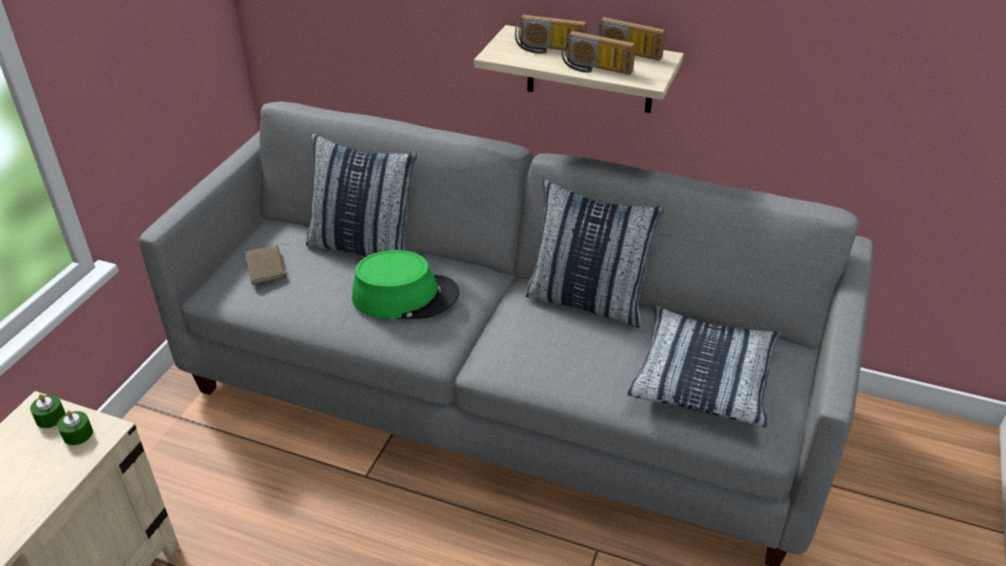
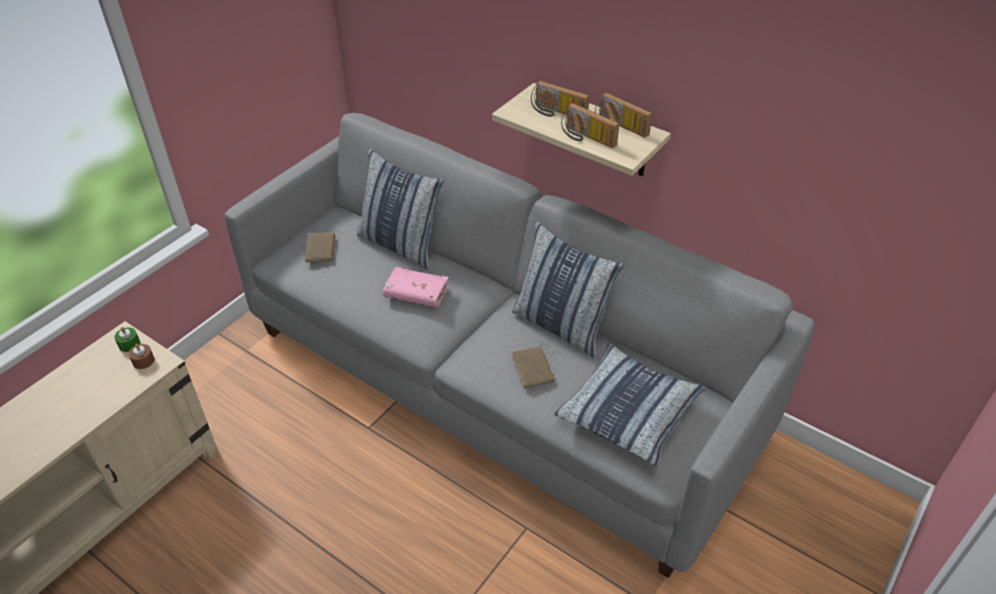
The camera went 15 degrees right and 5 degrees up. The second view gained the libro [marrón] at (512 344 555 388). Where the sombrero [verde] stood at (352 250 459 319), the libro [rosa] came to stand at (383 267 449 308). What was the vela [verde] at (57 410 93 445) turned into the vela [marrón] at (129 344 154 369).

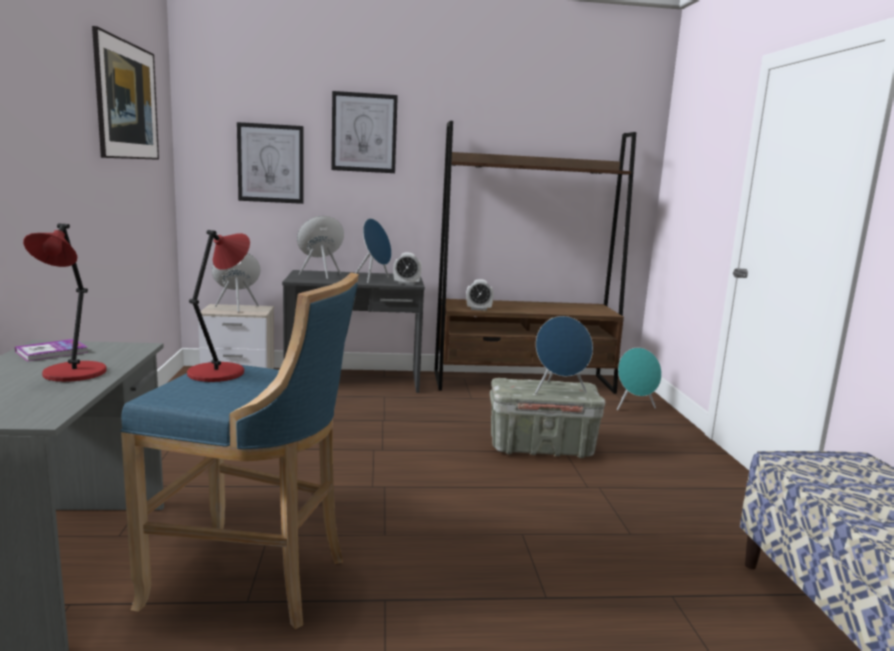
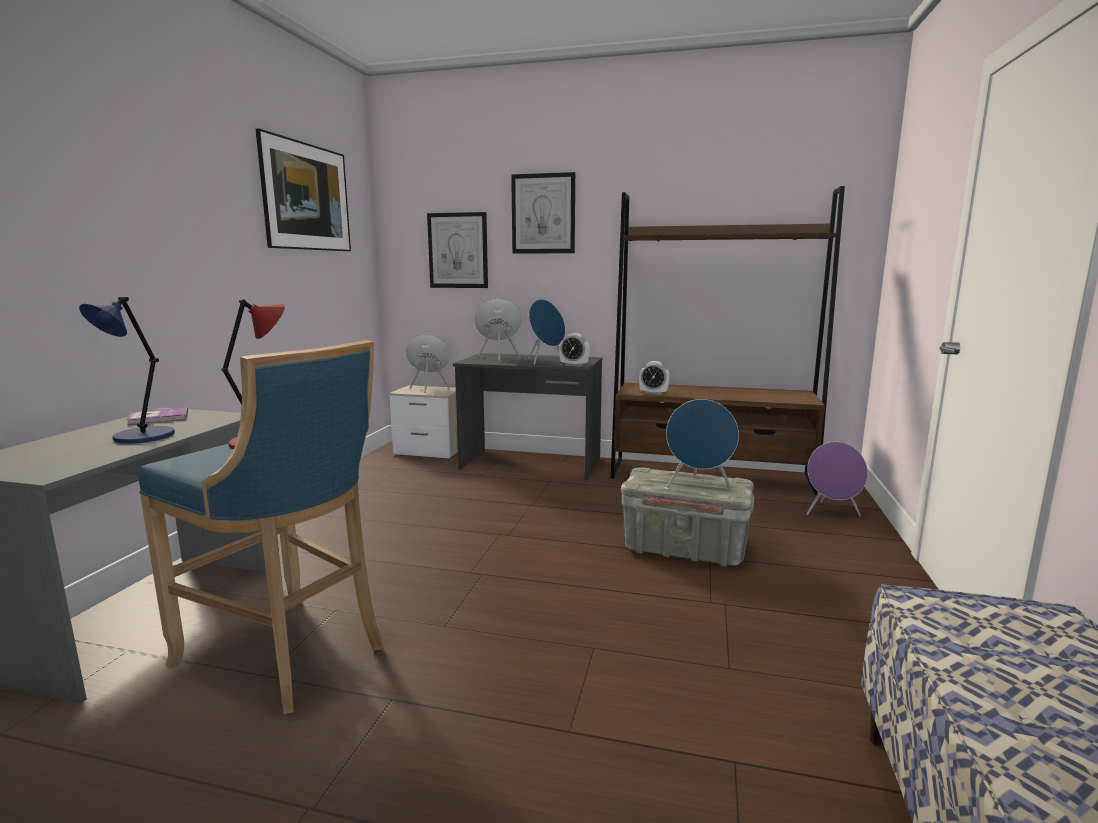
The camera went 20 degrees right and 0 degrees up. What was the lámpara de mesa [rojo] at (23 224 107 382) turned into the lámpara de mesa [azul] at (79 297 175 444). What was the altavoz [turquesa] at (617 348 662 411) turned into the altavoz [morado] at (806 442 868 516).

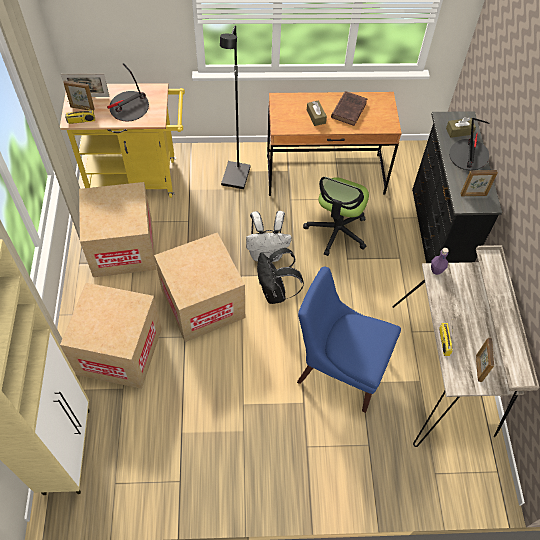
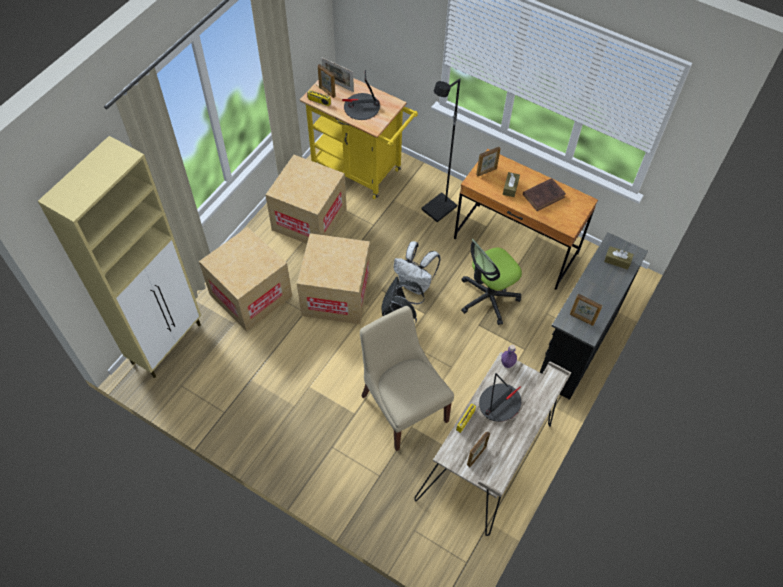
The camera went 35 degrees right and 0 degrees up. The second view gained the portarretratos at (476 147 501 176). The lámpara de mesa ended up elsewhere, having gone from (449 118 489 171) to (479 373 521 422). What was the silla [azul] at (297 267 401 413) turned into the silla [beis] at (360 306 454 451).

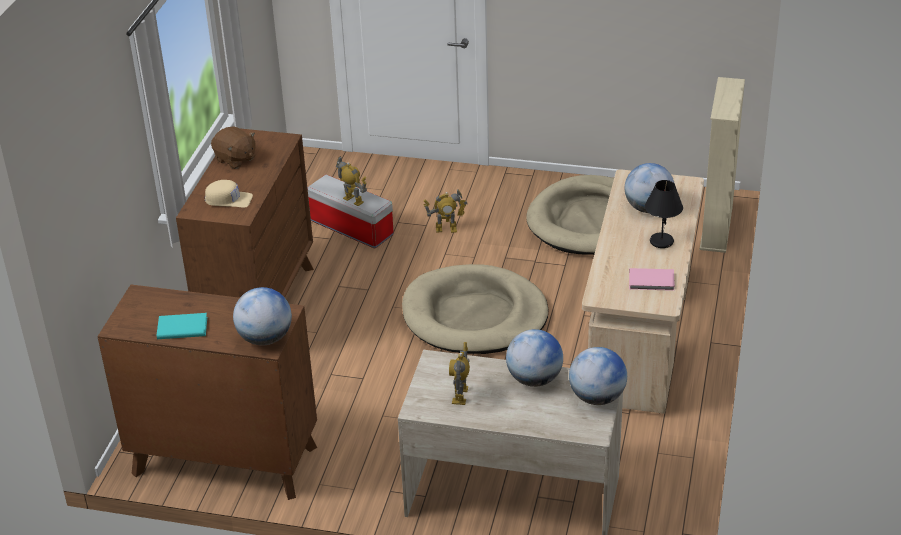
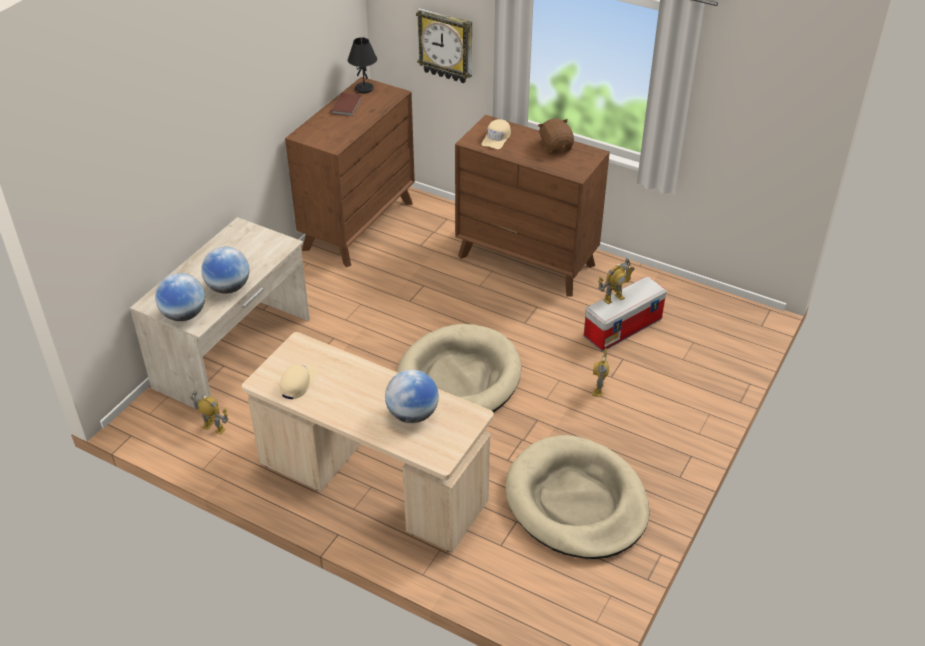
The camera went 105 degrees right and 5 degrees up. The second view lost the globo terráqueo at (233 287 292 346). The second view lost the estantería [beis] at (700 77 745 253). The second view gained the reloj de pared at (416 8 472 83). The robot de juguete ended up elsewhere, having gone from (449 342 470 405) to (190 391 229 434). The lámpara de mesa [negro] ended up elsewhere, having gone from (645 180 683 248) to (348 37 377 93). Where the libro [rosa] stood at (629 268 675 291), the gorra [beis] came to stand at (280 364 318 399). What was the libro [turquesa] at (157 313 207 339) turned into the libro [marrón] at (331 93 362 116). The peluche [marrón] at (211 126 256 169) ended up facing another way, 105 degrees clockwise from before.

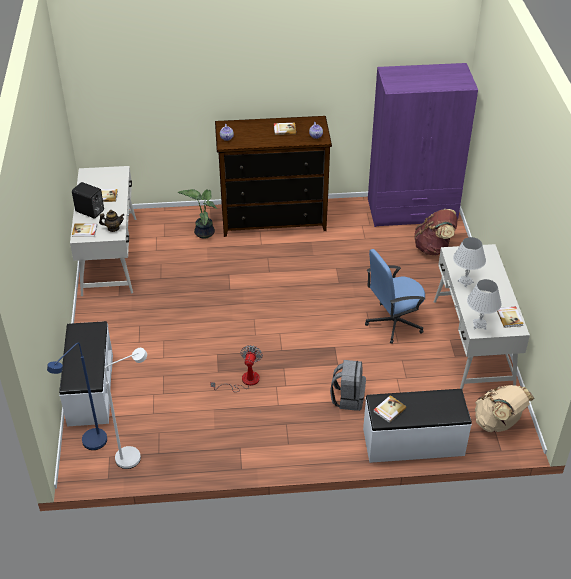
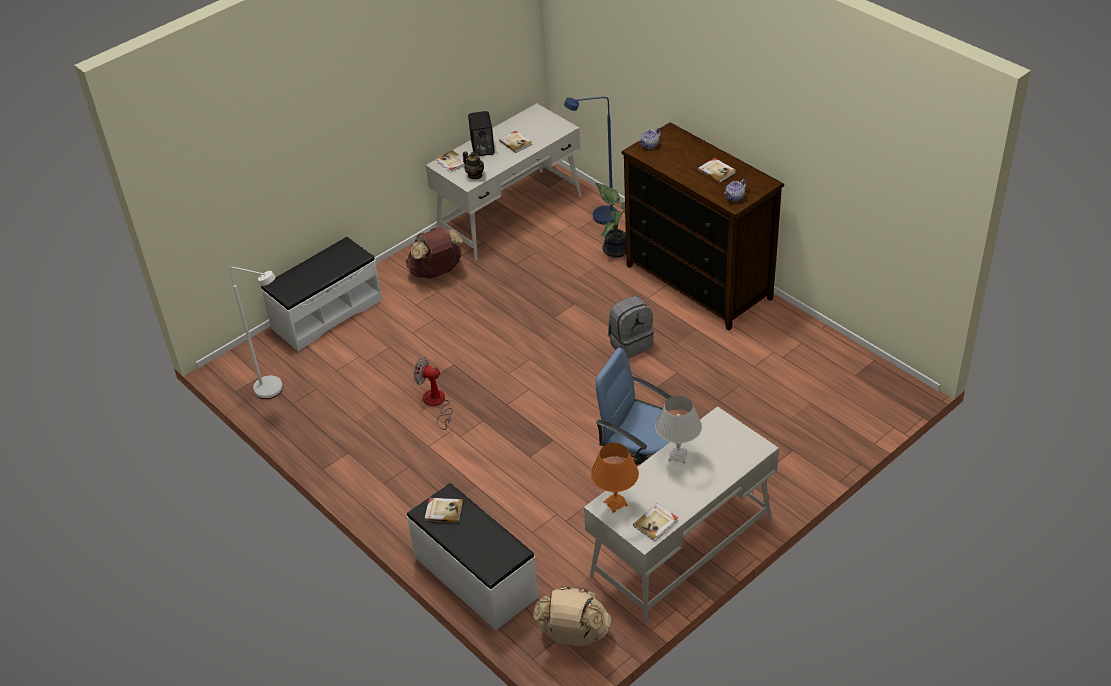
The camera went 55 degrees right and 0 degrees up. The second view lost the armario ropero [morado] at (368 63 478 227). The lámpara de pie [azul] ended up elsewhere, having gone from (47 342 107 450) to (564 97 617 225). The mochila [gris] ended up elsewhere, having gone from (330 360 366 411) to (608 296 654 359). The mochila [marrón] ended up elsewhere, having gone from (414 209 457 255) to (406 228 463 279). What was the lámpara de mesa [blanco] at (467 279 502 330) turned into the lámpara de mesa [naranja] at (591 443 639 513). The ventilador at (210 345 263 392) ended up facing another way, 135 degrees counterclockwise from before.

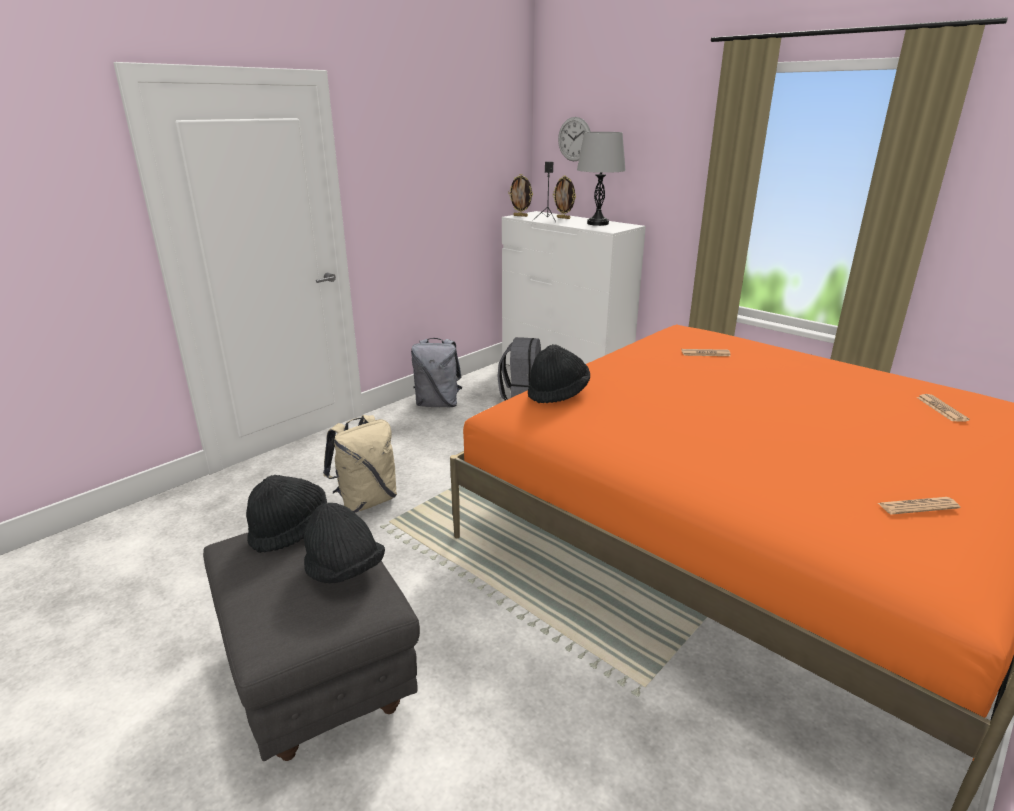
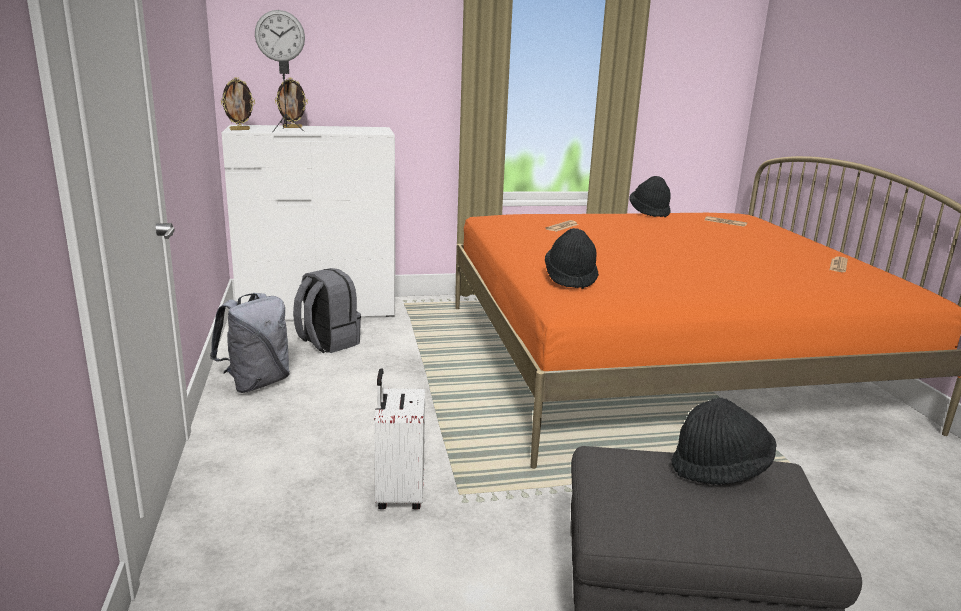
The camera went 55 degrees left and 5 degrees down. The second view lost the lámpara de mesa [gris] at (577 132 626 226). The sombrero [negro] ended up elsewhere, having gone from (246 475 327 553) to (629 176 671 217). Where the mochila [beis] stood at (323 415 397 513), the maleta [blanco] came to stand at (374 368 425 509).

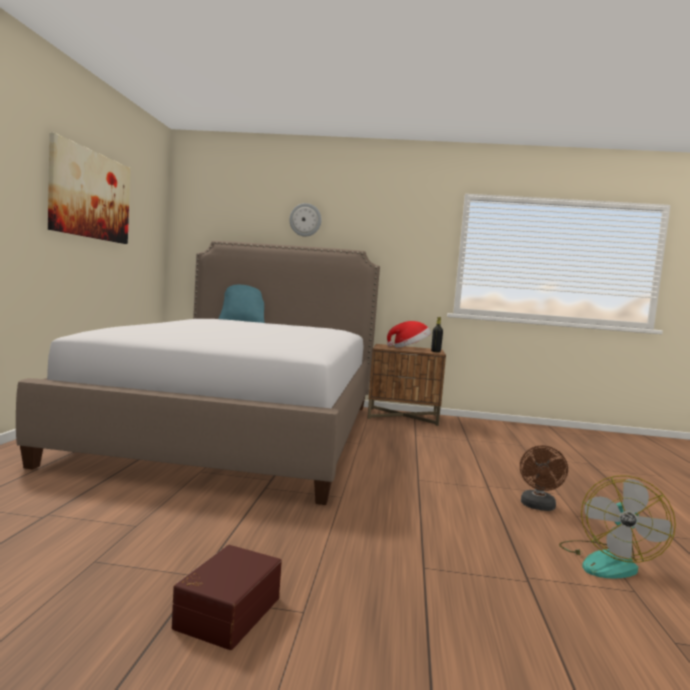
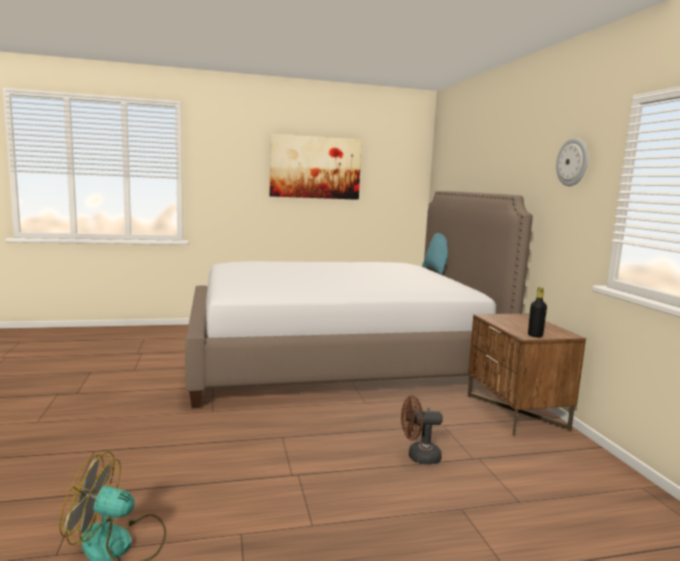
The camera went 70 degrees right and 5 degrees up. The second view lost the caja de almacenaje [marrón] at (172 545 282 650). The second view lost the sombrero at (387 321 431 348). The reloj de pared ended up elsewhere, having gone from (289 203 322 236) to (556 138 588 186). The ventilador [marrón] ended up elsewhere, having gone from (520 445 568 511) to (401 396 443 465).

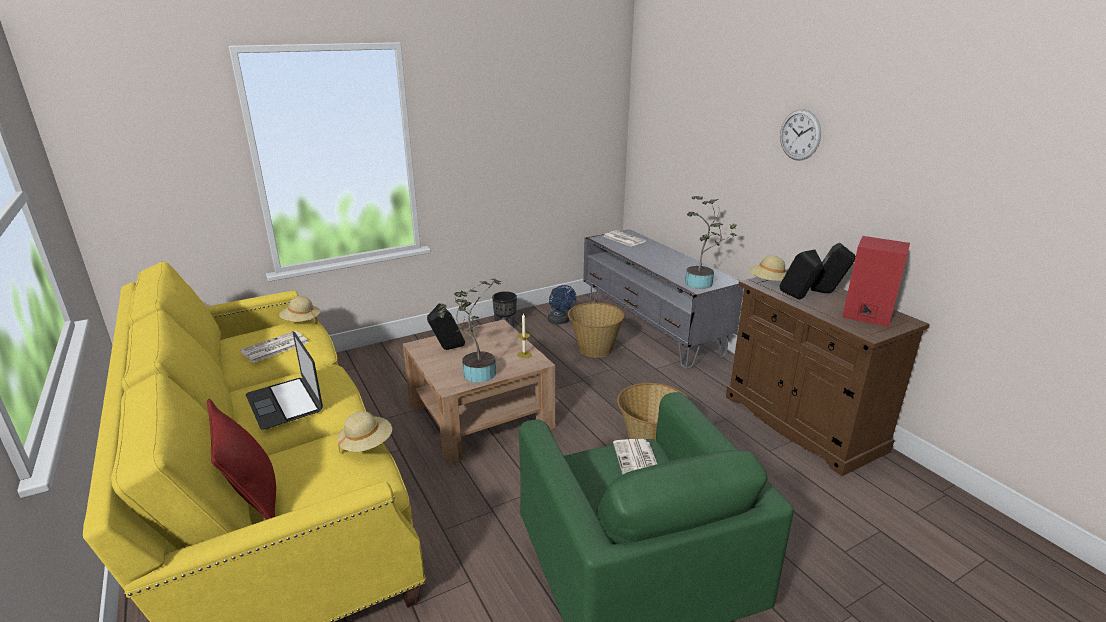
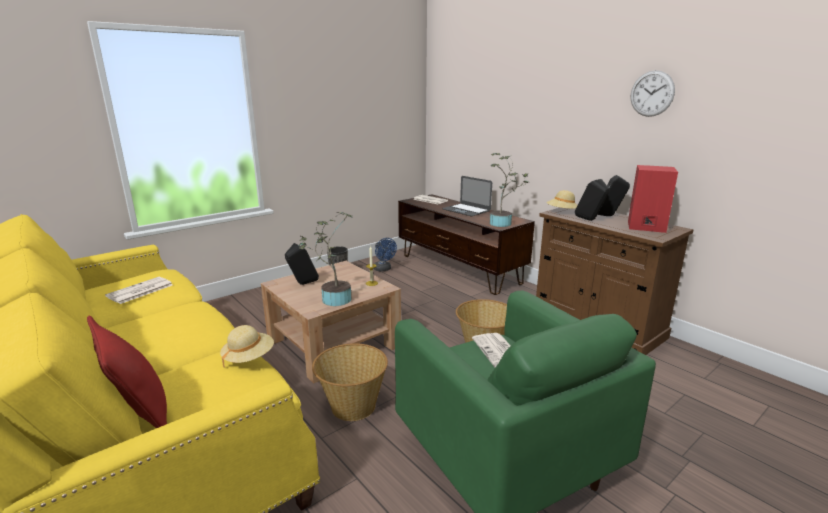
The camera went 10 degrees left and 5 degrees down. The second view lost the sombrero [beis] at (279 296 320 324). The portátil ended up elsewhere, having gone from (246 331 323 430) to (442 176 492 216). The cesta ended up elsewhere, having gone from (568 303 624 358) to (312 343 388 421). The reloj de pared ended up elsewhere, having gone from (780 109 821 161) to (631 70 675 117). What was the mueble de televisión [gris] at (583 229 744 369) turned into the mueble de televisión [marrón] at (398 194 535 295).

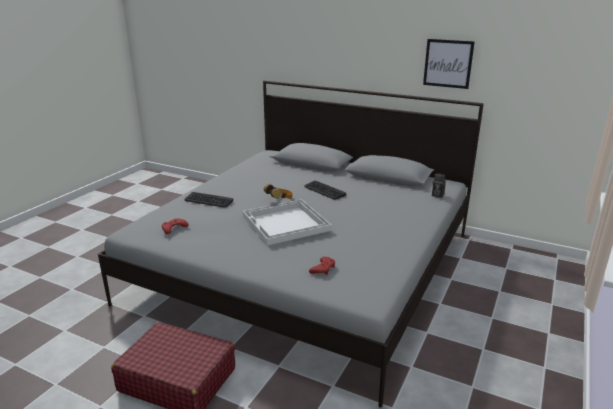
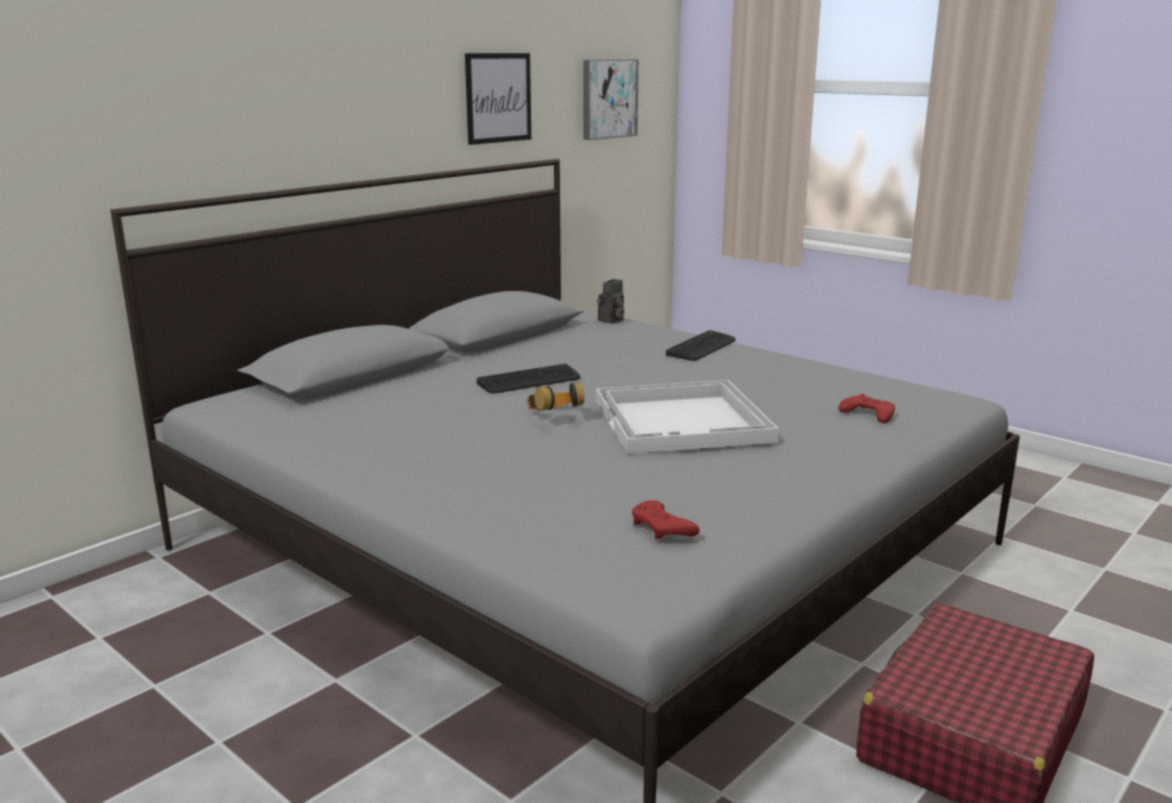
The camera went 75 degrees left and 5 degrees down. The second view gained the cuadro at (583 59 639 140). The teclado ended up elsewhere, having gone from (185 192 233 207) to (666 330 736 361).

